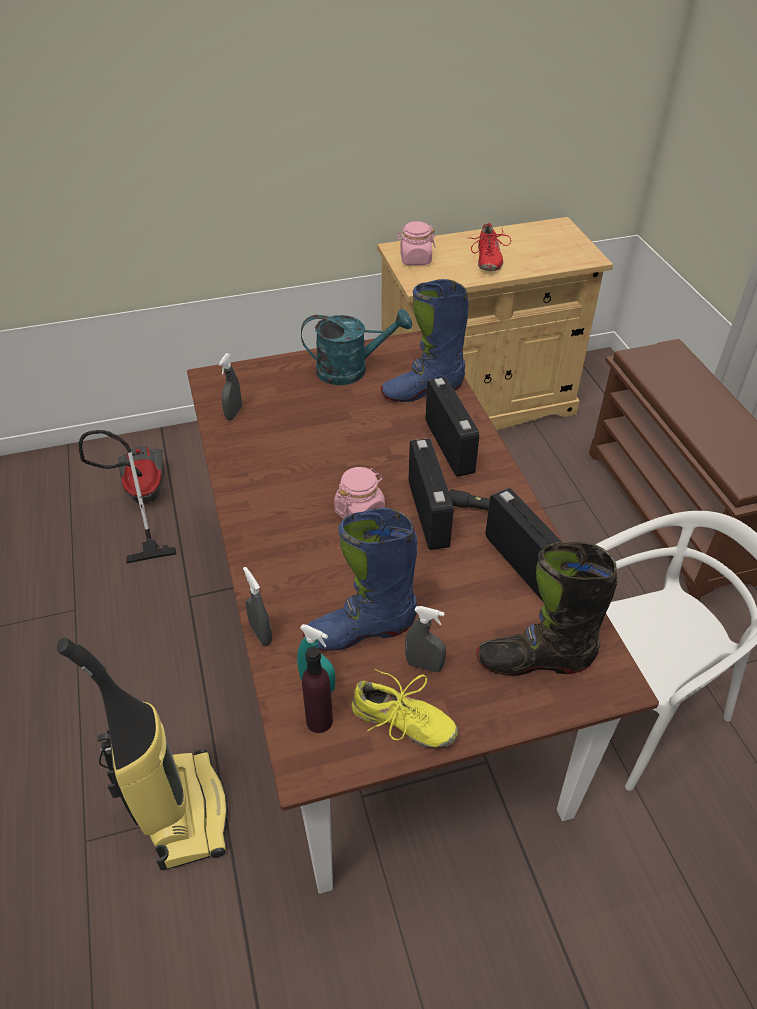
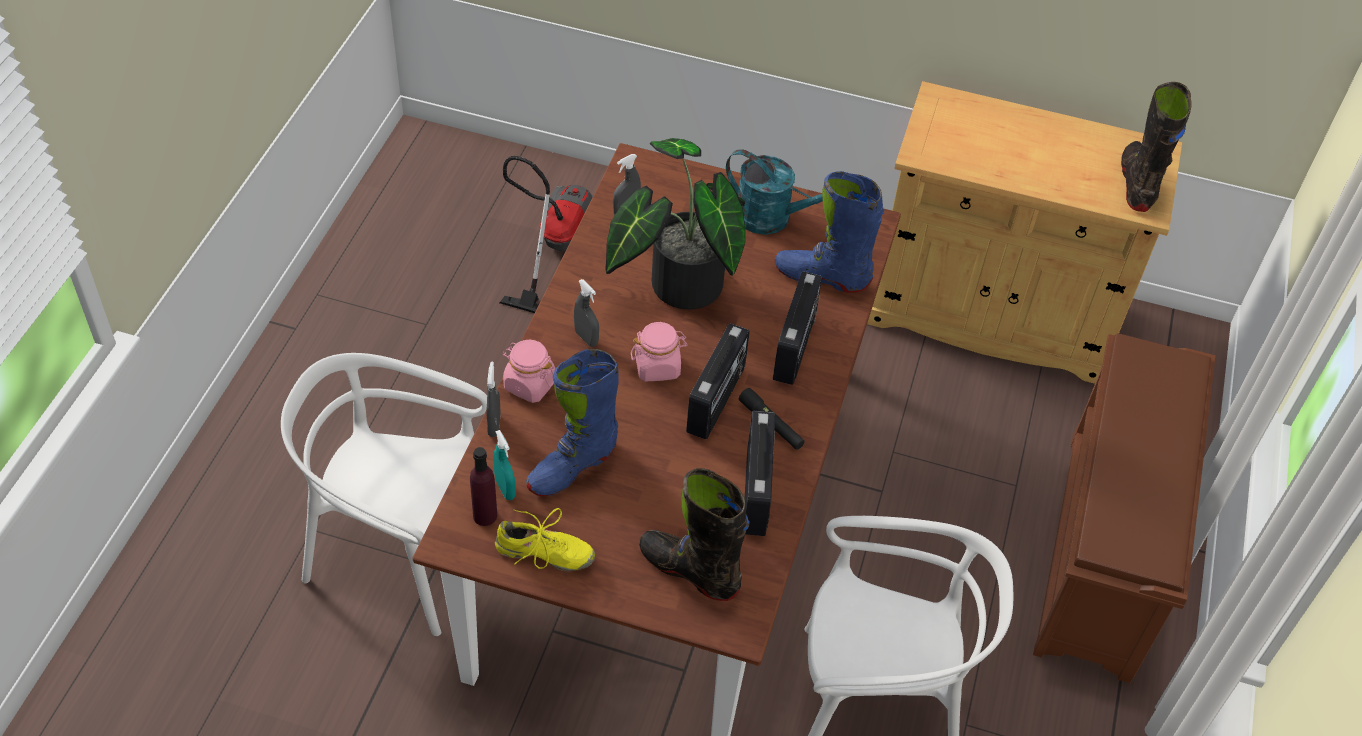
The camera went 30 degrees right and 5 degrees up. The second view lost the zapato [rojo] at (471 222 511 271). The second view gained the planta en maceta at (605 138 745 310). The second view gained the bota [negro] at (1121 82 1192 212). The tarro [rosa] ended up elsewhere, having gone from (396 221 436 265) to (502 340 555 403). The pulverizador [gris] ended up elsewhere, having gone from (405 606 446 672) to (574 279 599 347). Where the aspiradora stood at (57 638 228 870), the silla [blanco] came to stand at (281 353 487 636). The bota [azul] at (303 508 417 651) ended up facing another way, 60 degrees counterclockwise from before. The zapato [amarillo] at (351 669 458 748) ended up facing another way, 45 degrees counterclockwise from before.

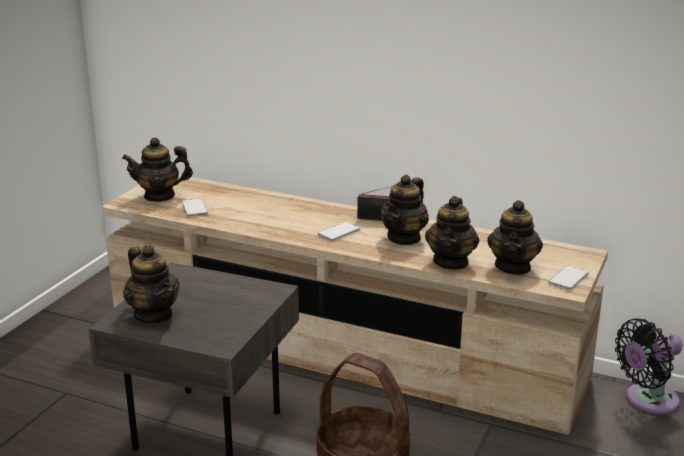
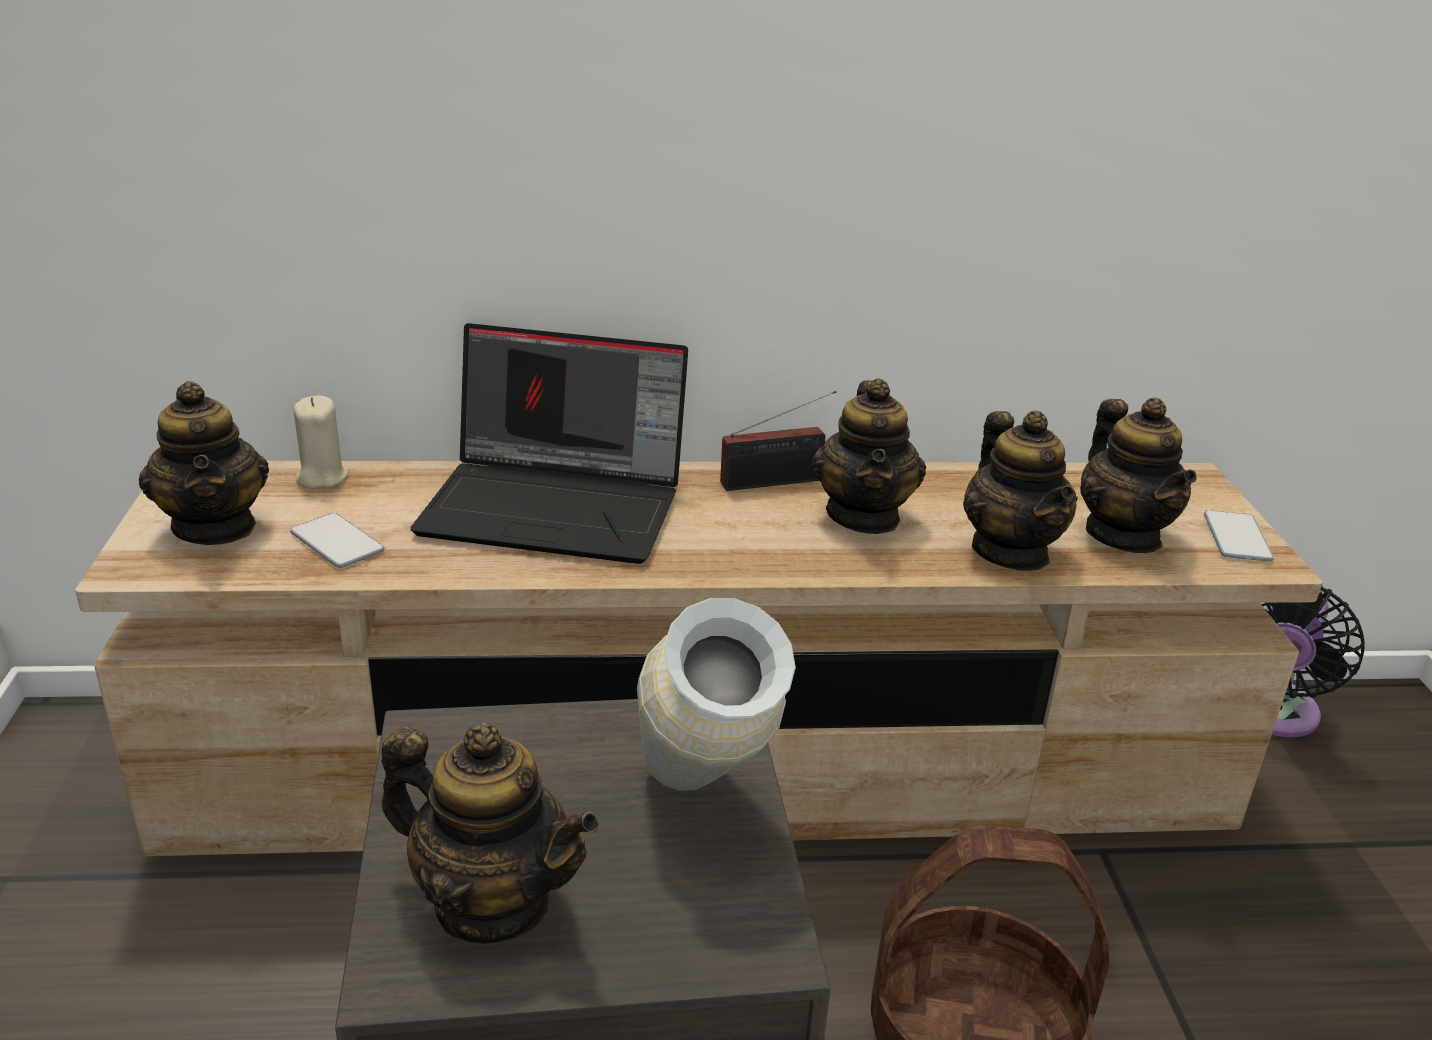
The camera went 30 degrees left and 5 degrees up. The second view lost the móvil at (318 222 360 241). The second view gained the vela [beis] at (293 396 348 488). The second view gained the portátil at (410 323 688 564). The second view gained the florero at (637 598 796 791). The tetera at (122 137 193 202) ended up facing another way, 75 degrees counterclockwise from before.

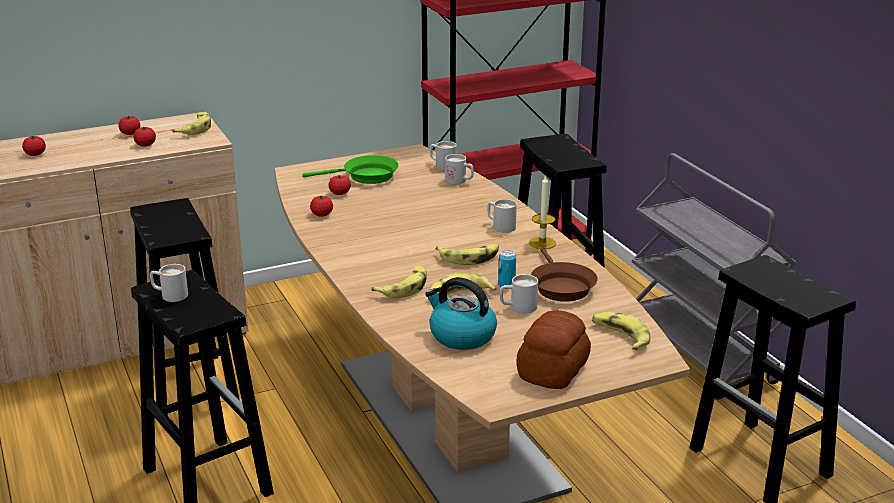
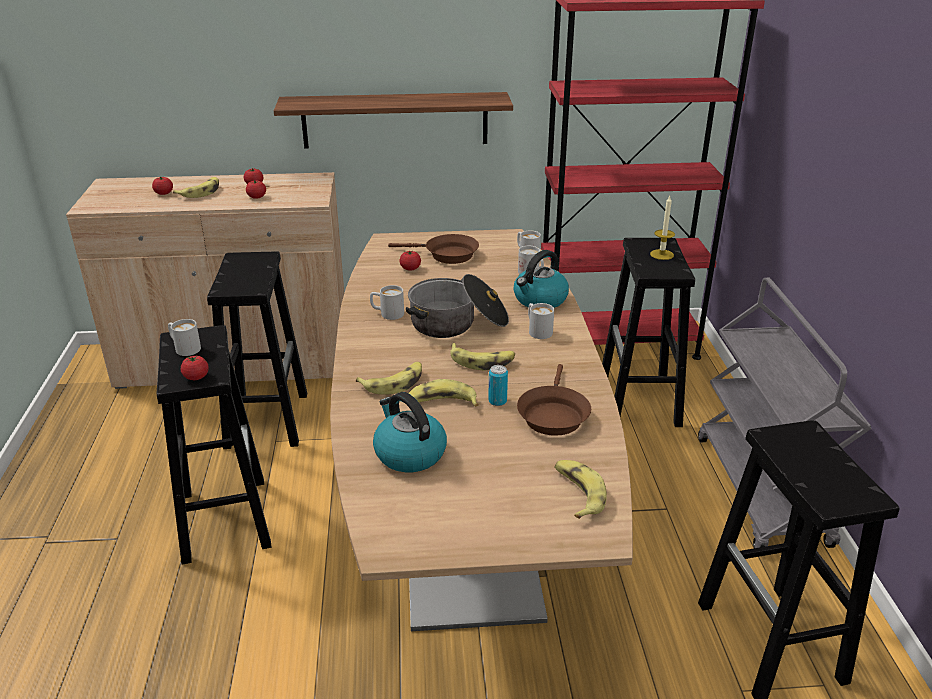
The camera went 20 degrees right and 5 degrees up. The second view lost the pan at (517 310 591 389). The second view gained the estante at (274 92 513 149). The second view gained the olla at (406 274 509 338). The second view gained the hervidor at (513 250 569 308). The plátano ended up elsewhere, having gone from (172 112 211 135) to (173 177 219 198). The tomate ended up elsewhere, having gone from (310 195 333 216) to (181 356 209 380). The taza grande [blanco] ended up elsewhere, having gone from (500 274 538 313) to (370 285 404 320). The vela ended up elsewhere, having gone from (529 175 556 249) to (650 196 675 260). What was the sartén [verde] at (302 155 399 184) turned into the sartén [marrón] at (388 234 479 264).

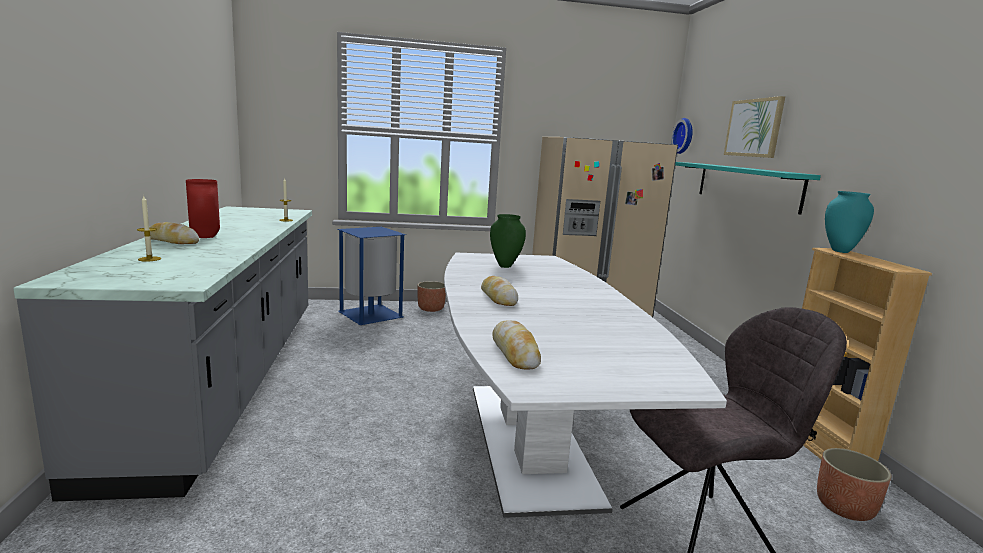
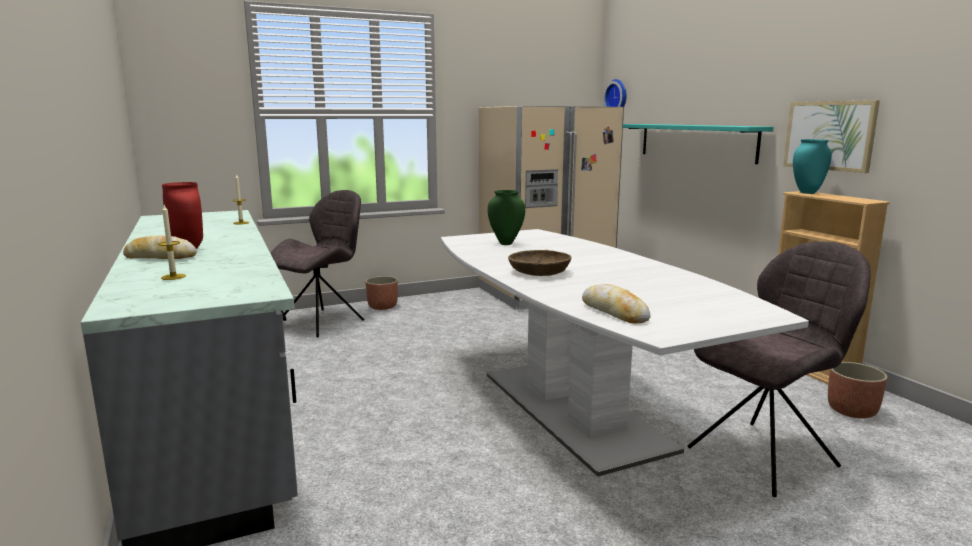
The camera went 15 degrees left and 0 degrees up. The cuadro ended up elsewhere, having gone from (724 96 785 158) to (783 100 880 173). Where the papelera [azul] stood at (337 227 406 325), the silla [gris] came to stand at (270 190 364 337). Where the pan stood at (481 276 518 306), the cuenco [marrón] came to stand at (508 250 571 276).

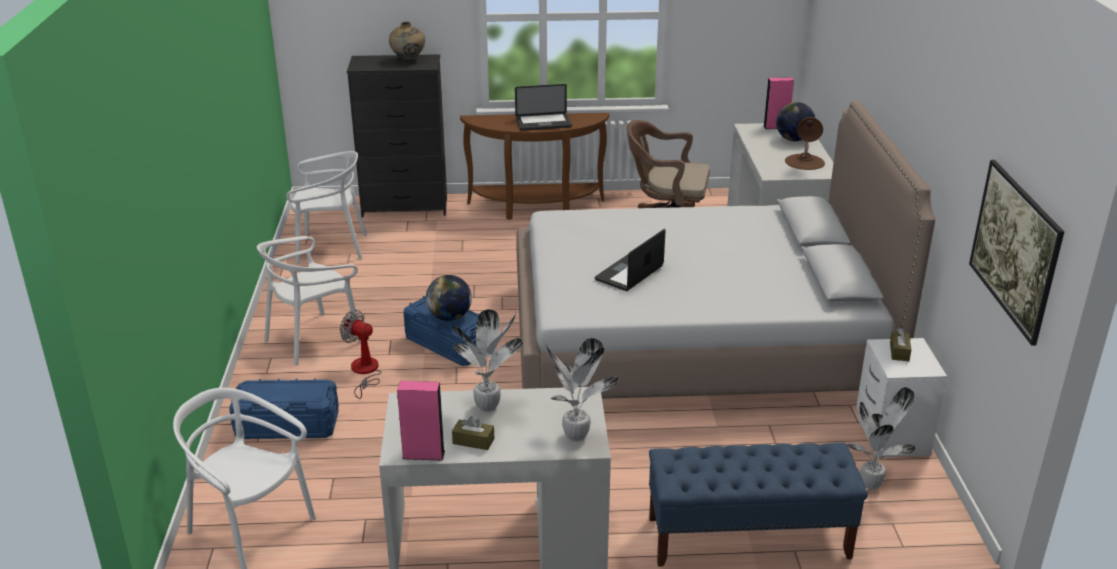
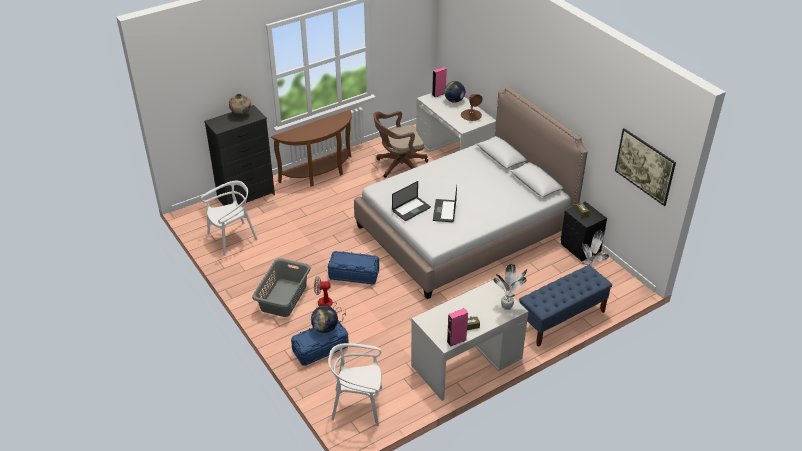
The camera went 30 degrees left and 10 degrees up. The second view lost the planta en maceta at (453 309 523 413). The globo terráqueo ended up elsewhere, having gone from (426 275 472 321) to (311 306 338 333). The portátil ended up elsewhere, having gone from (515 84 572 131) to (392 181 431 221). Where the silla [blanco] stood at (257 236 361 366), the cesto de la ropa [gris] came to stand at (252 258 311 317). What was the mesita de noche [blanco] at (856 338 947 457) turned into the mesita de noche [negro] at (560 202 607 261).

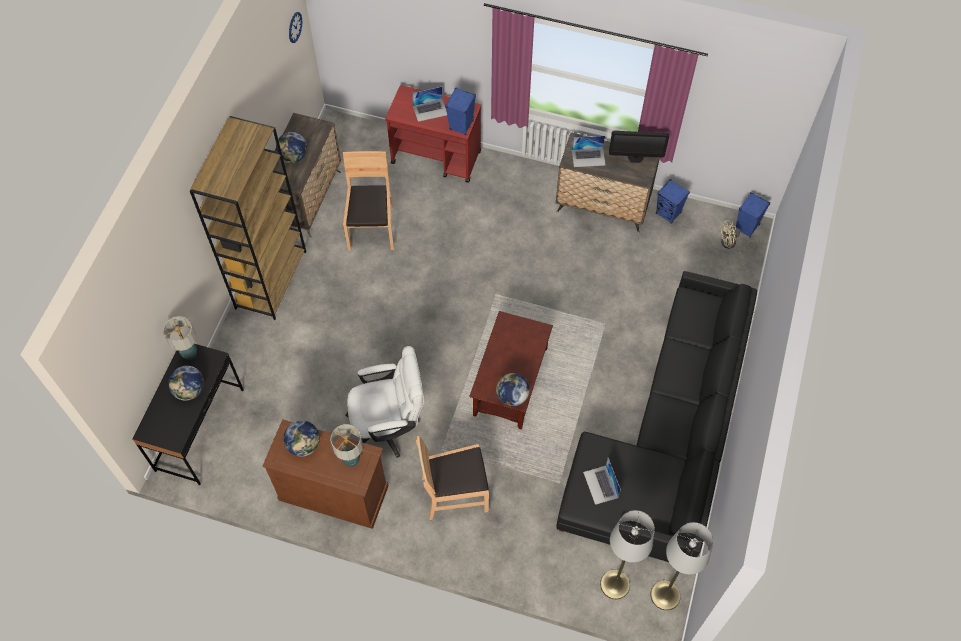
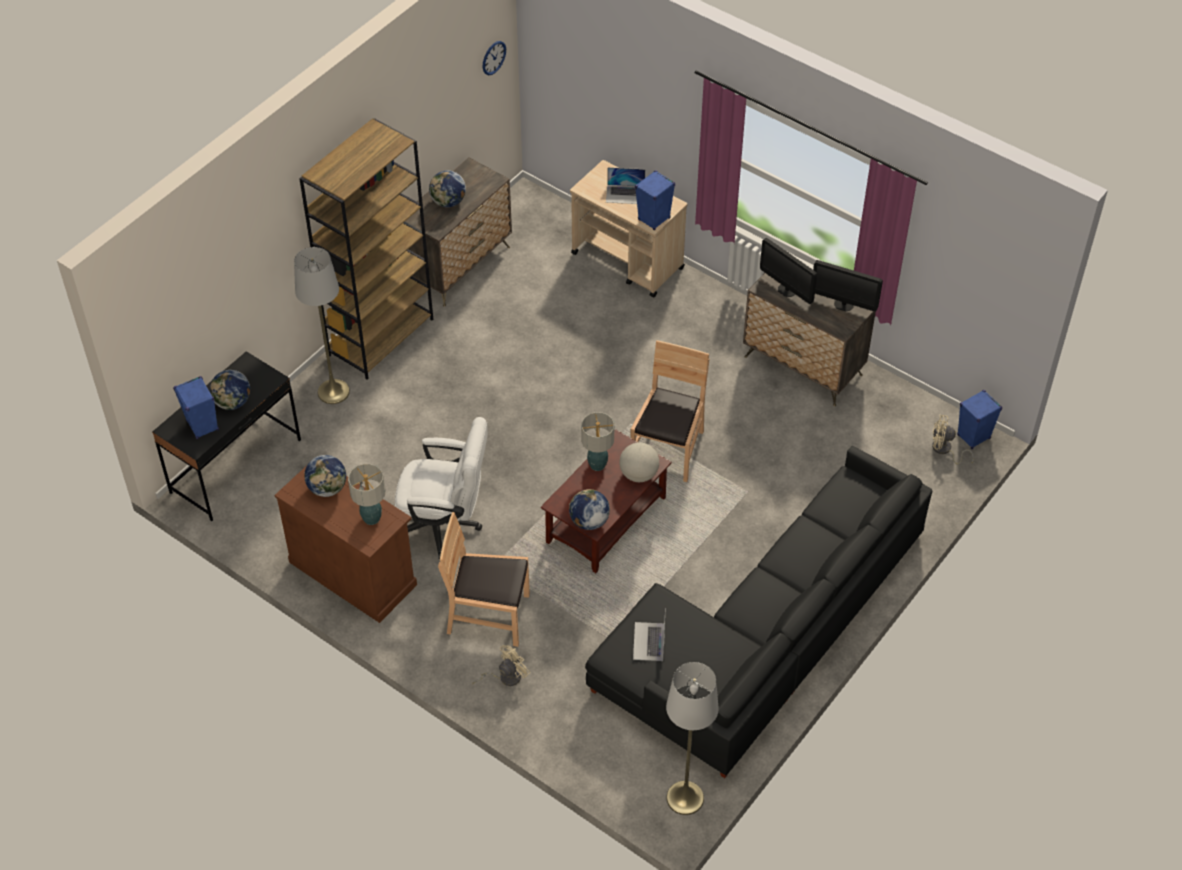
The camera went 20 degrees right and 10 degrees down. The second view gained the ventilador [beis] at (472 645 530 686). The second view gained the globo terráqueo at (619 442 659 482). The lámpara de mesa ended up elsewhere, having gone from (163 316 197 360) to (581 412 615 471). The silla [marrón] ended up elsewhere, having gone from (343 151 394 251) to (630 340 709 482). The lámpara de pie [gris] ended up elsewhere, having gone from (600 510 655 599) to (294 247 350 404). The altavoz [azul] ended up elsewhere, having gone from (656 179 690 224) to (173 376 219 439). Where the portátil stood at (572 136 606 167), the monitor came to stand at (760 238 817 304). What was the carrito [rojo] at (385 85 481 183) turned into the carrito [beis] at (570 160 687 297).

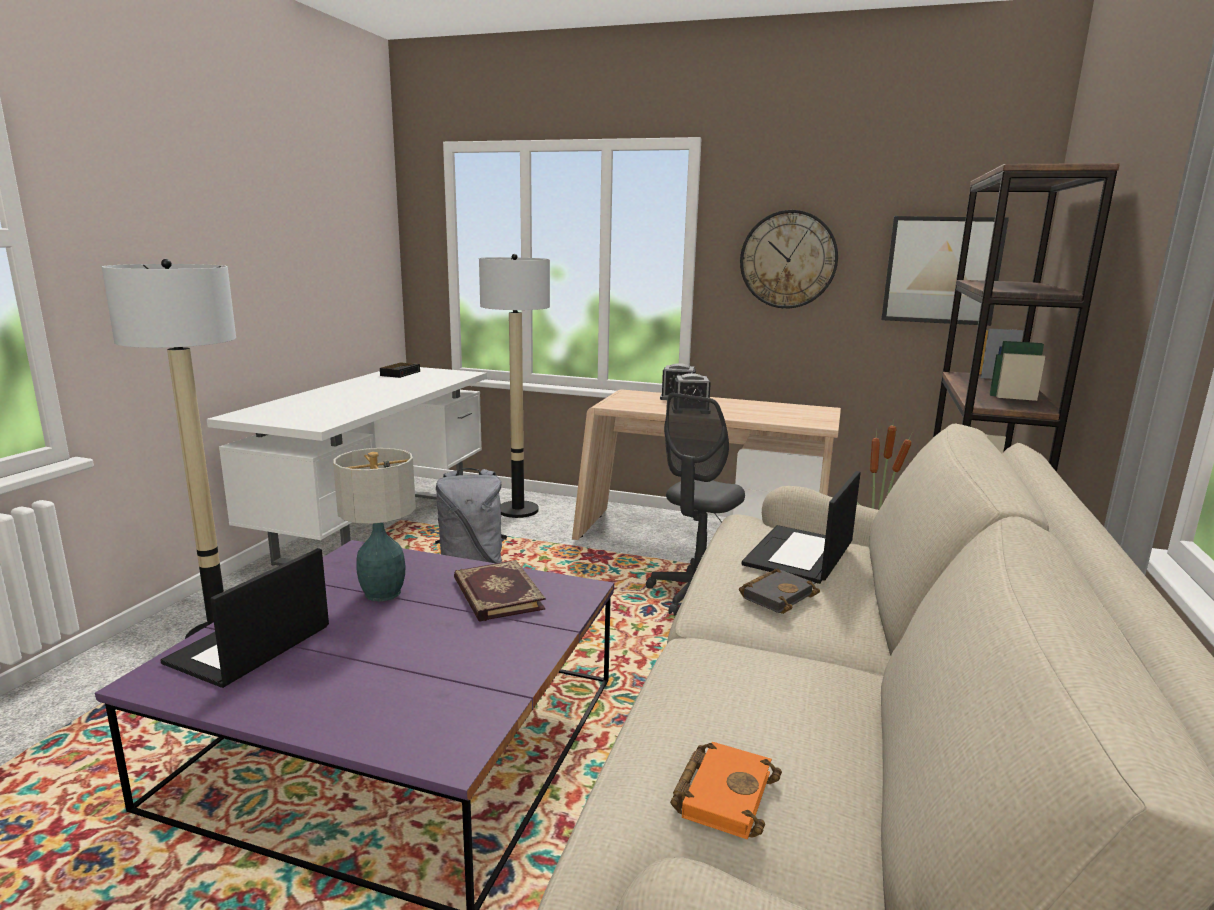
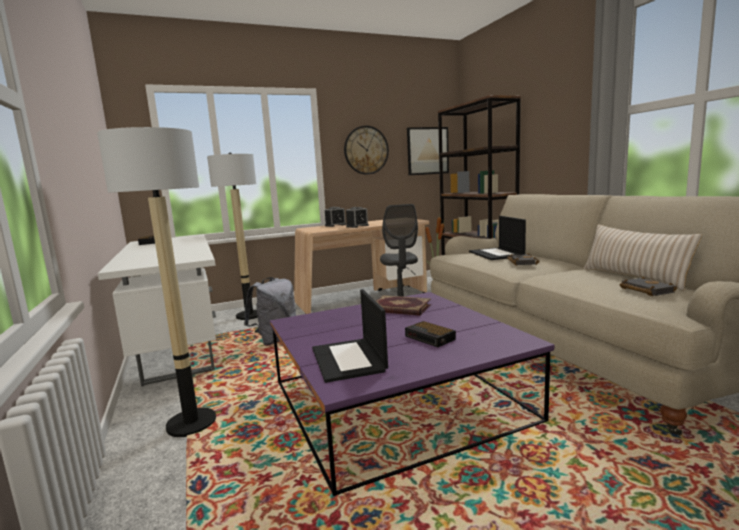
The camera went 40 degrees left and 5 degrees down. The second view lost the lámpara de mesa at (333 448 416 601). The second view gained the despertador at (405 321 456 347). The second view gained the cojín [beis] at (584 224 702 291). What was the libro [naranja] at (670 742 782 839) turned into the libro [negro] at (619 277 677 296).

